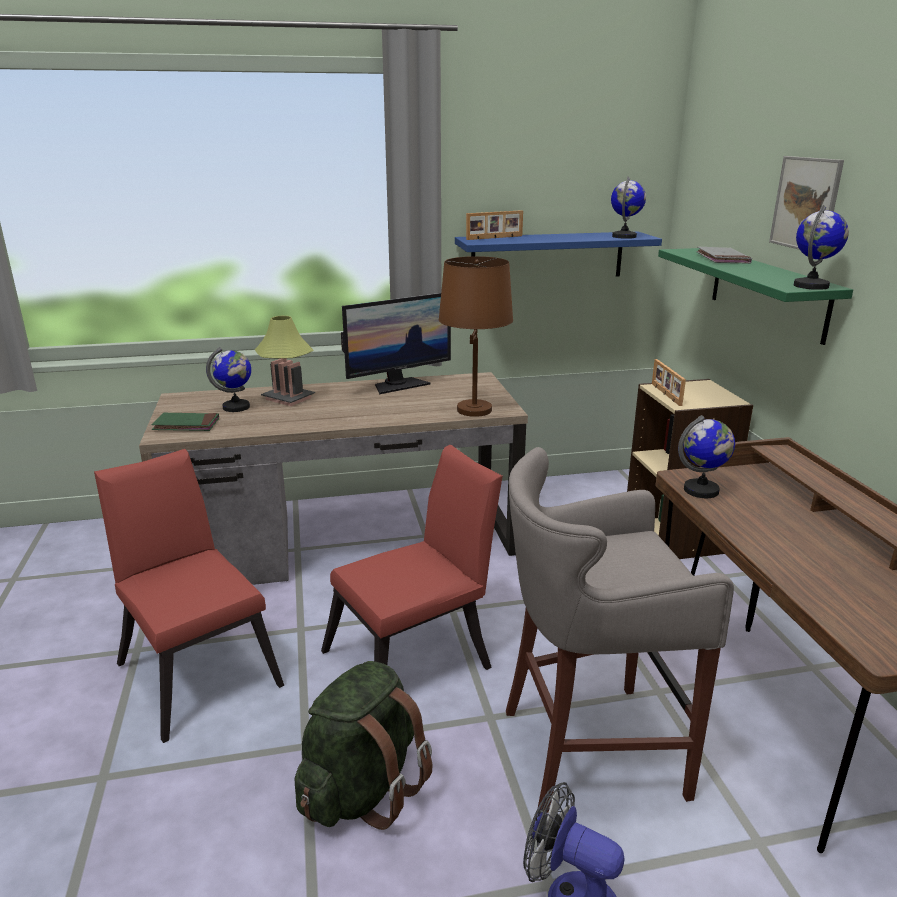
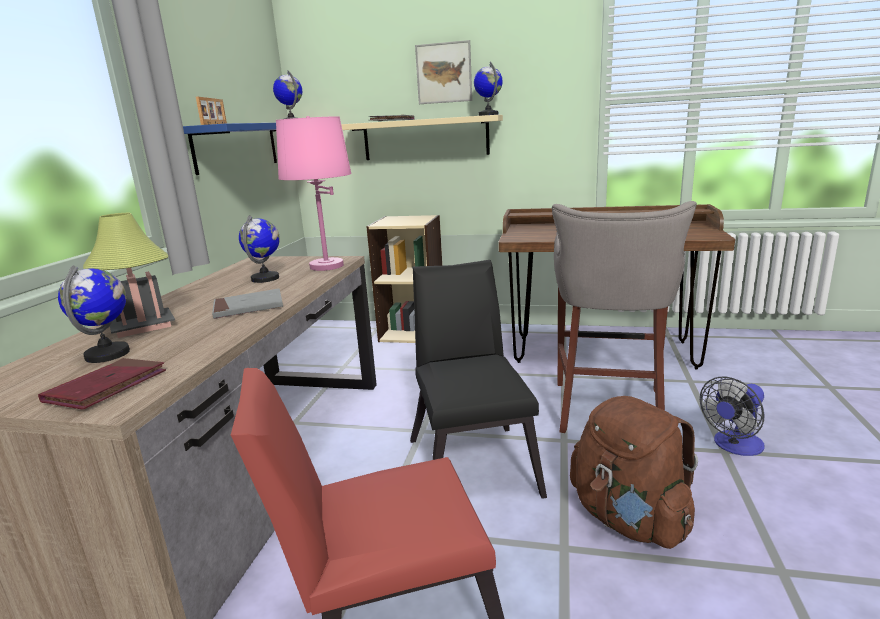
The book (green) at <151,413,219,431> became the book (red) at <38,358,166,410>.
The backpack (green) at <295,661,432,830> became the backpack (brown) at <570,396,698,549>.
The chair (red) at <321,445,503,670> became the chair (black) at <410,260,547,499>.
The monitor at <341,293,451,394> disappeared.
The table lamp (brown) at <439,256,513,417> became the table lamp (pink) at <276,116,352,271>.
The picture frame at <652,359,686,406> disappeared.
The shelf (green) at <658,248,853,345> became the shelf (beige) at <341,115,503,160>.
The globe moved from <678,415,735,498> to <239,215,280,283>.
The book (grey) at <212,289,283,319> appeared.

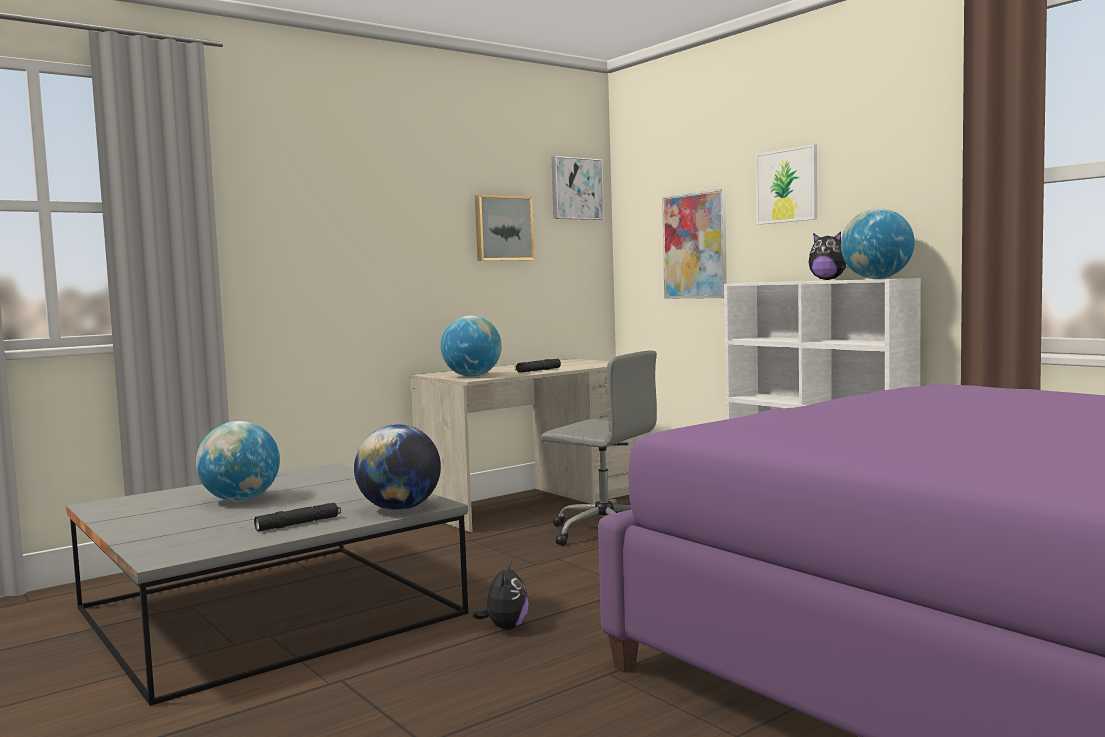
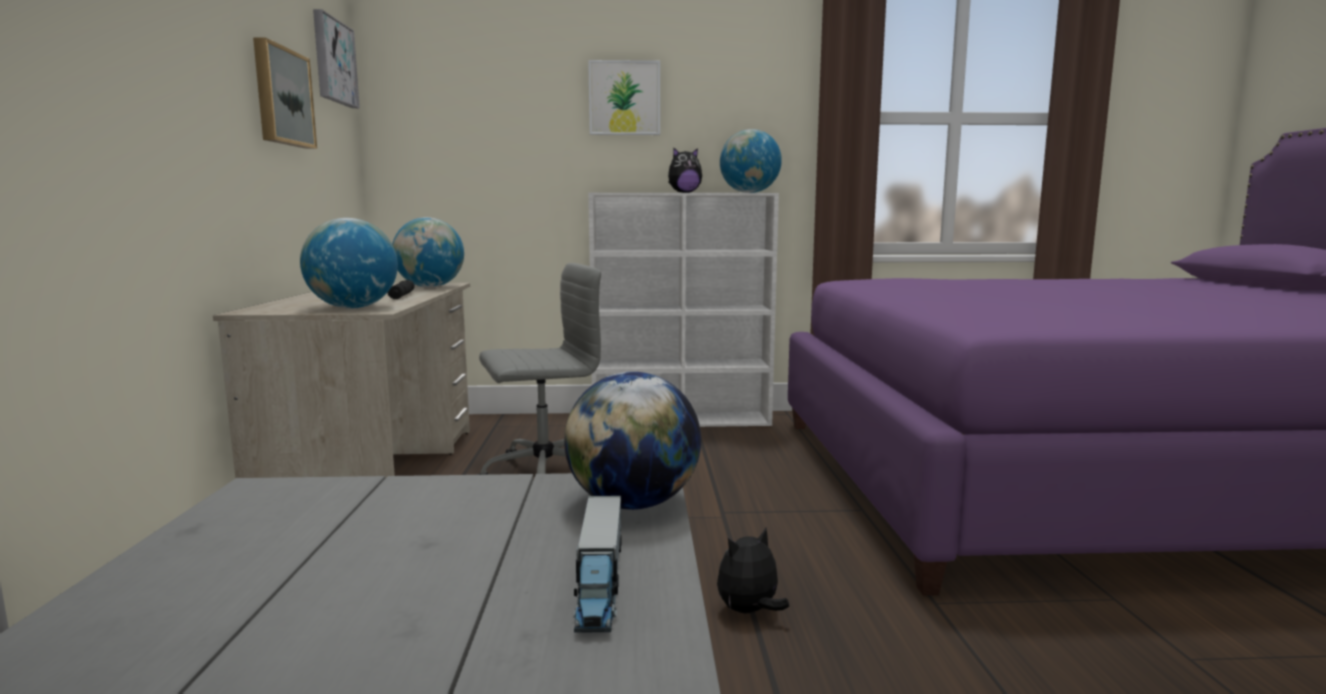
The globe moved from <196,421,280,501> to <392,217,464,287>.
The flashlight (black) at <254,503,341,531> was replaced by the toy truck at <573,496,622,633>.
The plush toy at <472,560,529,630> turned 75 degrees counterclockwise.
The picture at <662,189,727,299> disappeared.

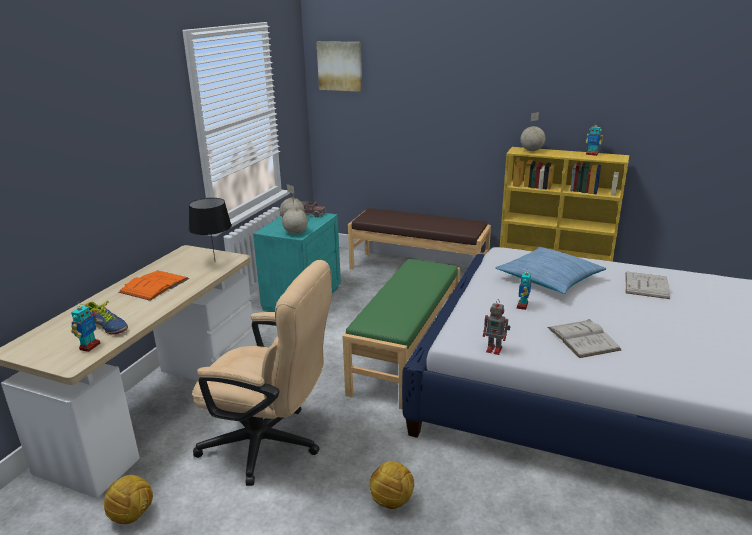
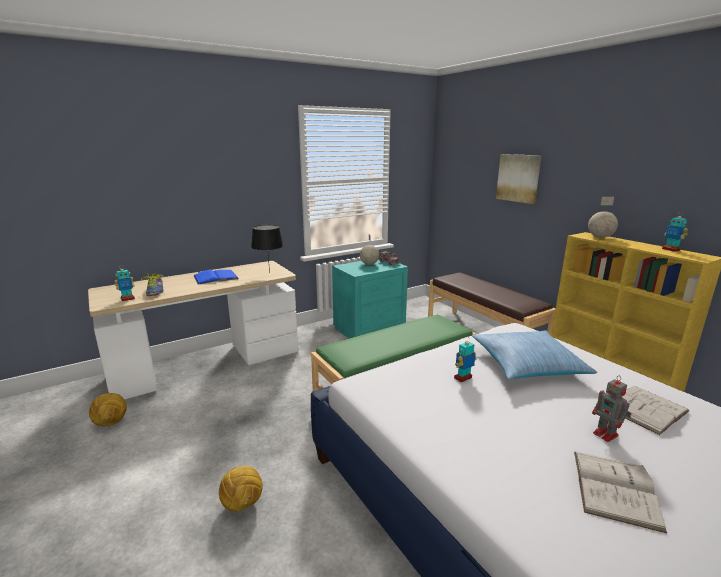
The book (orange) at <118,271,189,301> became the book (blue) at <194,270,239,285>.
The office chair (beige) at <192,260,332,486> disappeared.
The globe at <282,196,308,234> disappeared.
The picture moved from <317,41,362,92> to <496,154,542,204>.
The toy robot moved from <483,299,510,355> to <592,375,631,442>.
The book (white) moved from <547,319,621,358> to <574,452,667,533>.

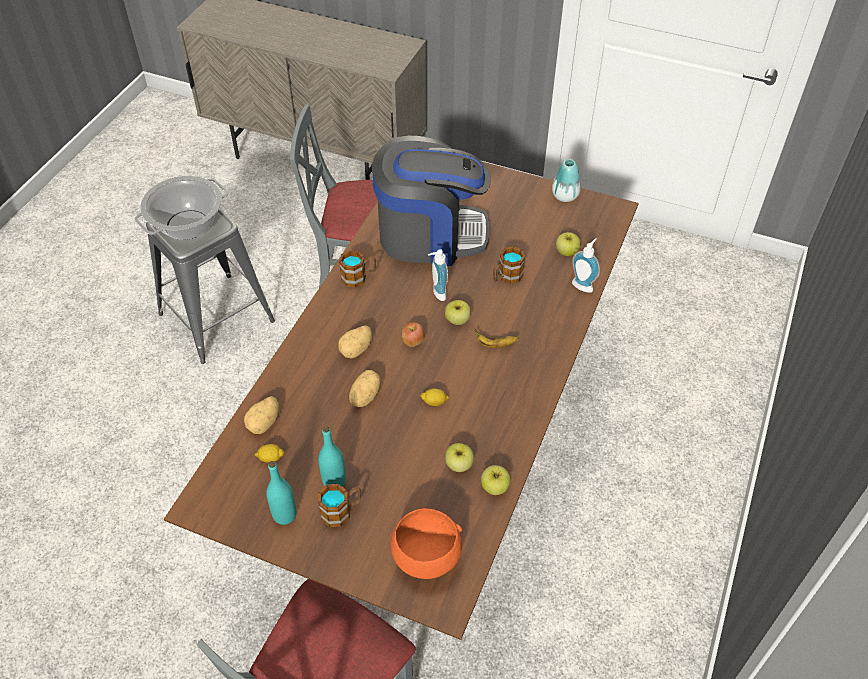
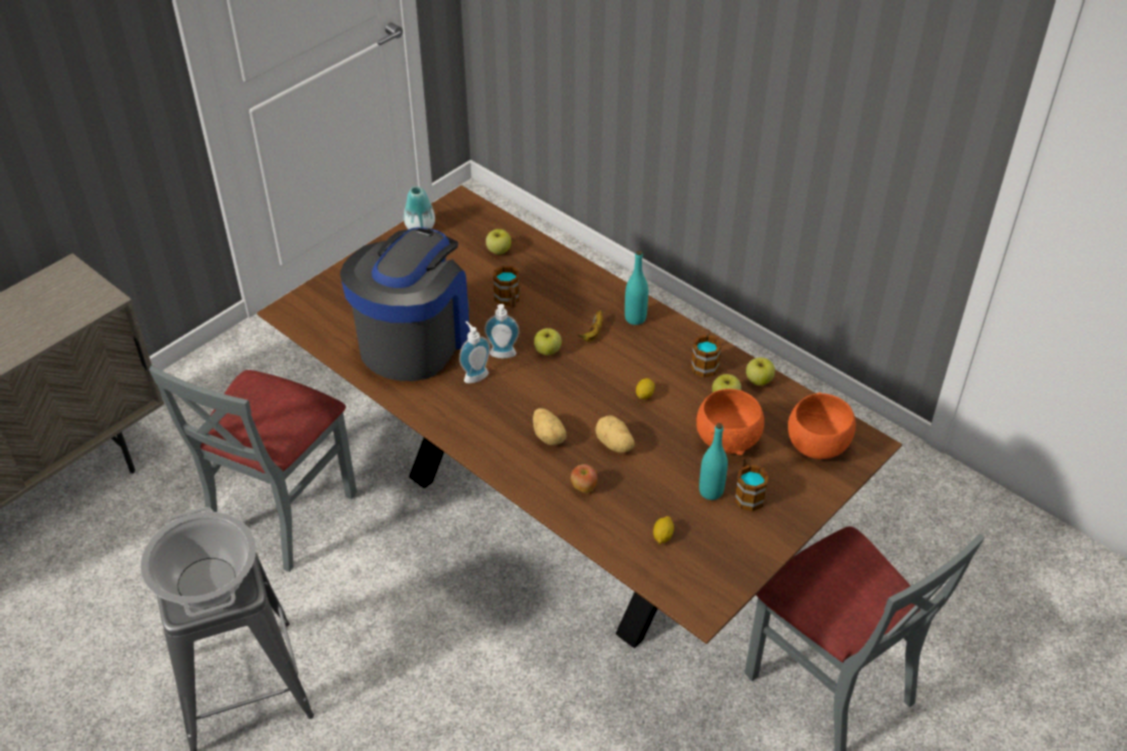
The potato at <244,396,279,434> disappeared.
The bottle (turquoise) moved from <266,461,296,525> to <625,250,648,325>.
The mug moved from <339,250,376,288> to <690,329,722,378>.
The apple moved from <402,322,424,347> to <571,464,598,493>.
The soap dispenser moved from <572,238,600,293> to <459,321,490,383>.
The bowl (orange) at <696,389,764,455> appeared.

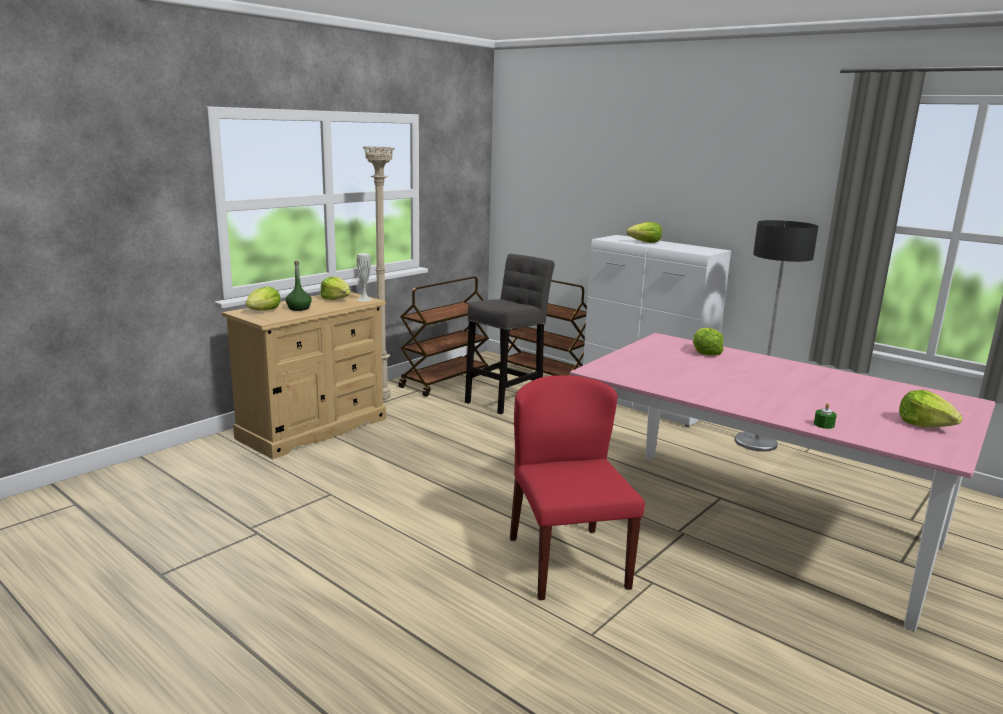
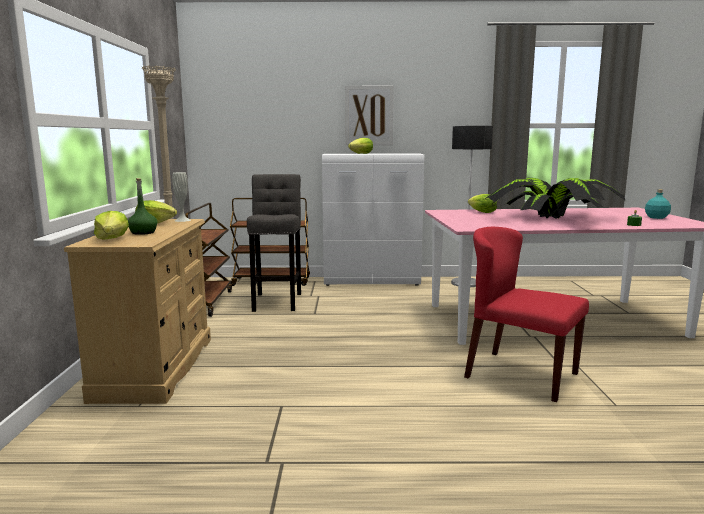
The lettuce at <899,390,963,427> was replaced by the bottle (turquoise) at <645,190,671,219>.
The picture at <345,85,394,145> appeared.
The potted plant at <485,178,625,219> appeared.

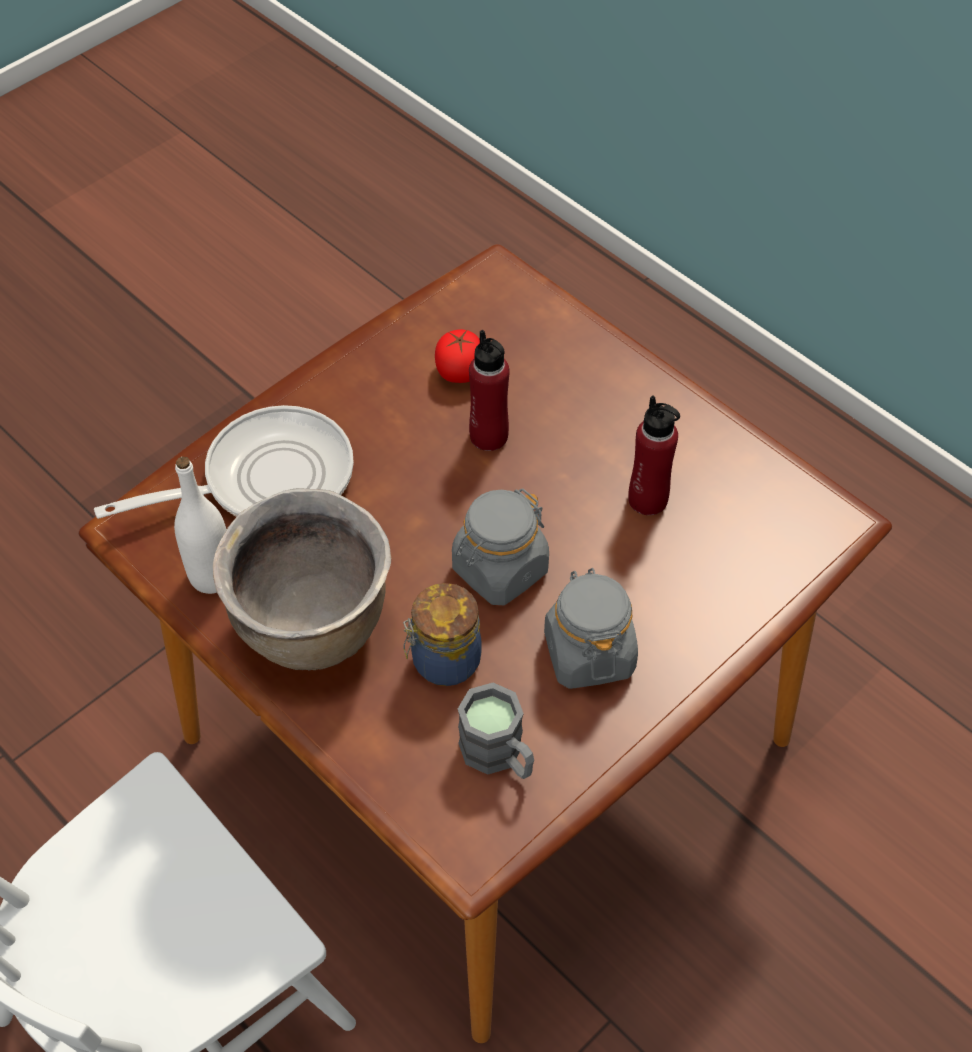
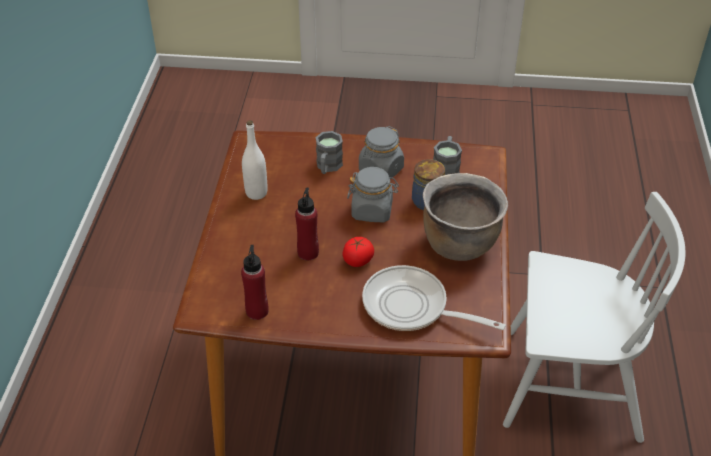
The bottle (white) moved from <174,457,227,594> to <242,121,268,200>.
The tomato moved from <435,329,480,383> to <342,237,374,267>.
The bottle (red) moved from <628,395,680,515> to <241,245,269,320>.
The mug (grey) at <316,131,343,174> appeared.

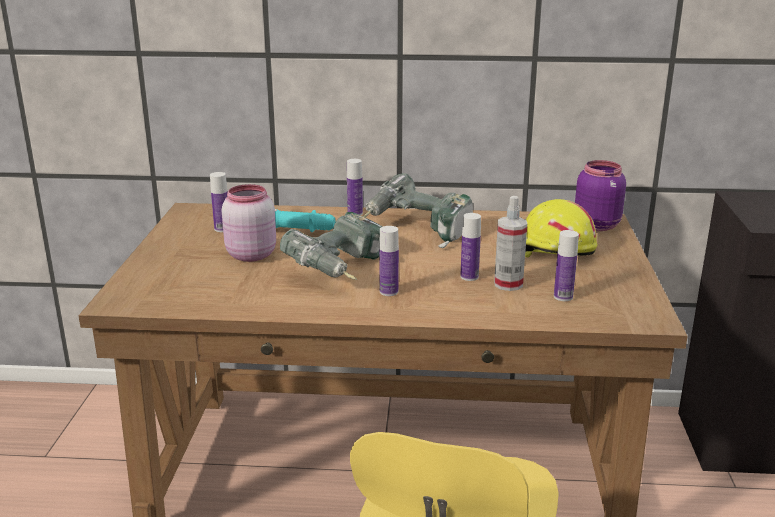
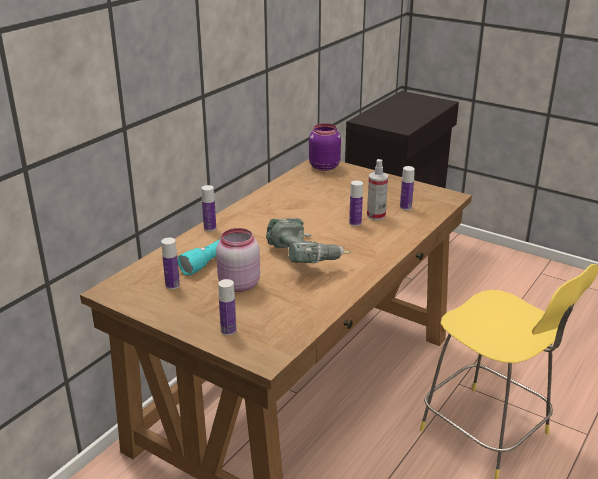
The power drill at <363,173,473,248> disappeared.
The bottle moved from <379,226,399,296> to <218,279,236,335>.
The hard hat (yellow) at <525,199,597,257> disappeared.

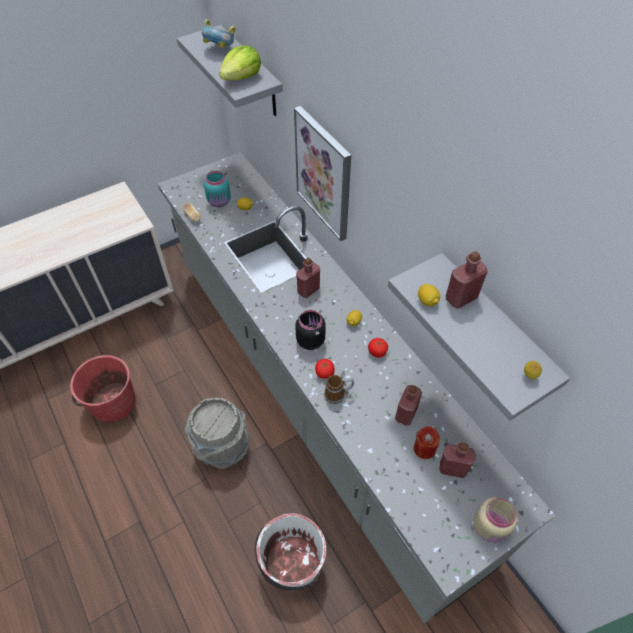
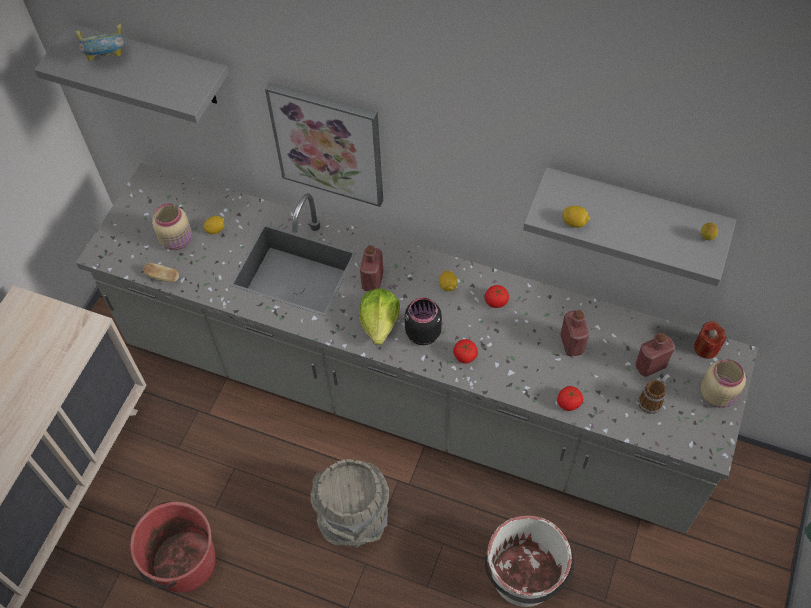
The jar (turquoise) at <204,171,231,207> became the jar (beige) at <152,203,192,250>.
The lettuce moved from <219,45,261,81> to <359,288,400,345>.
The mug moved from <324,375,354,404> to <638,374,670,414>.
The candle (red) moved from <414,426,440,459> to <694,321,726,359>.
The bottle (red) at <446,251,487,309> disappeared.
The tomato at <557,386,583,411> appeared.

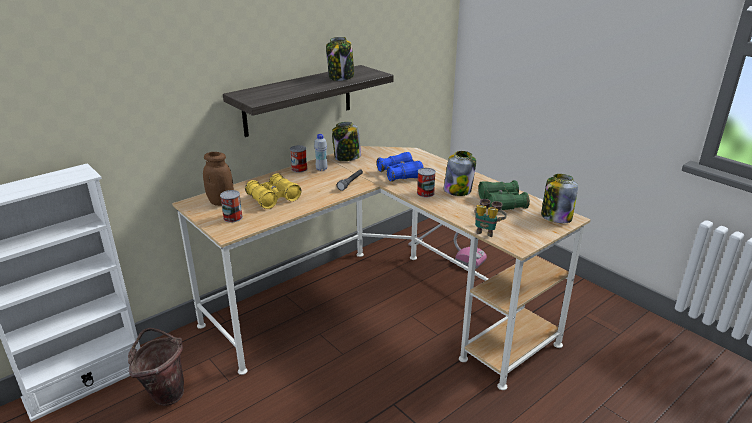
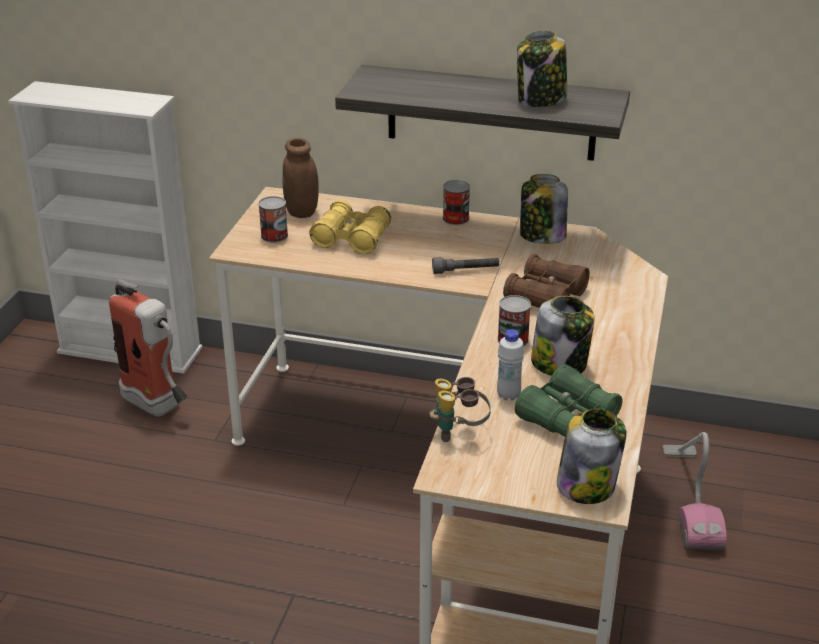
The bucket (brown) at <128,328,184,406> was replaced by the fire extinguisher at <109,279,188,417>.
The bottle (white) moved from <314,134,327,171> to <497,329,524,400>.
The binoculars (blue) at <377,152,424,182> became the binoculars (brown) at <503,254,590,308>.

